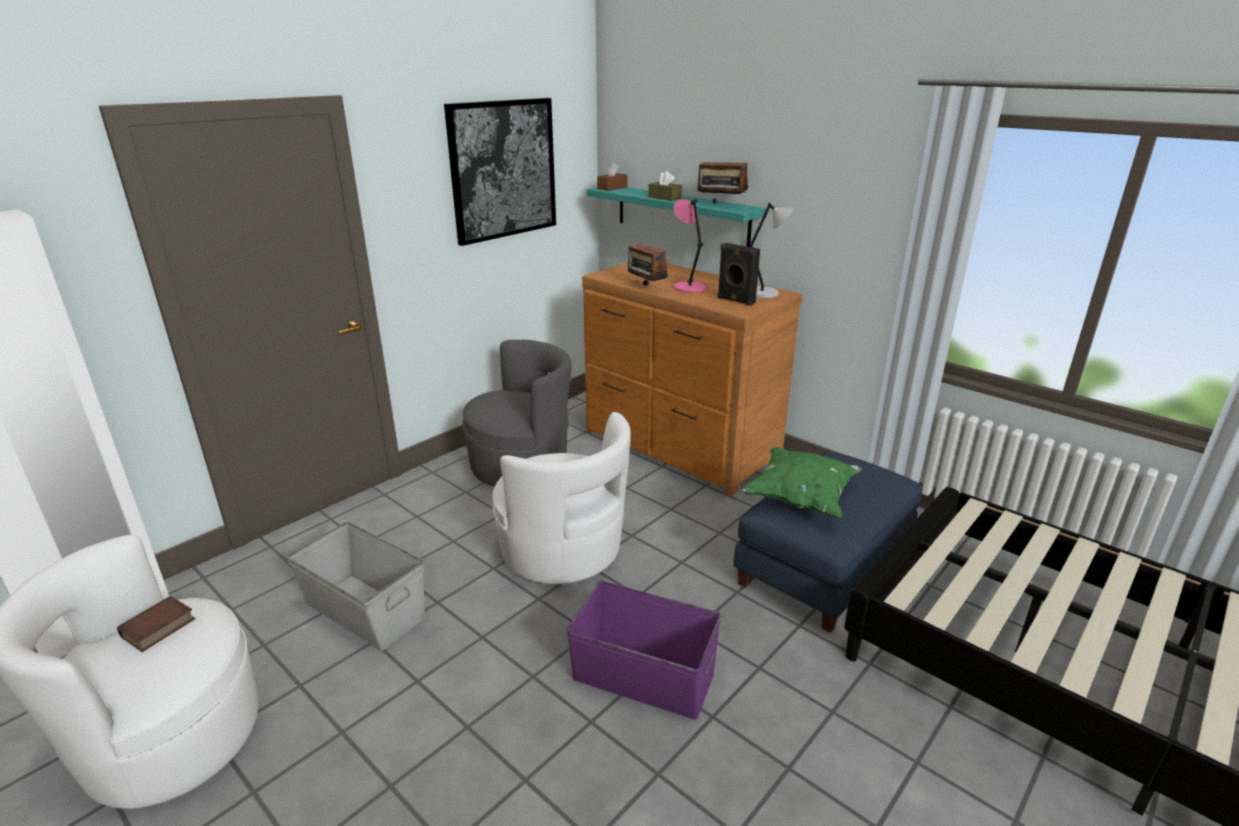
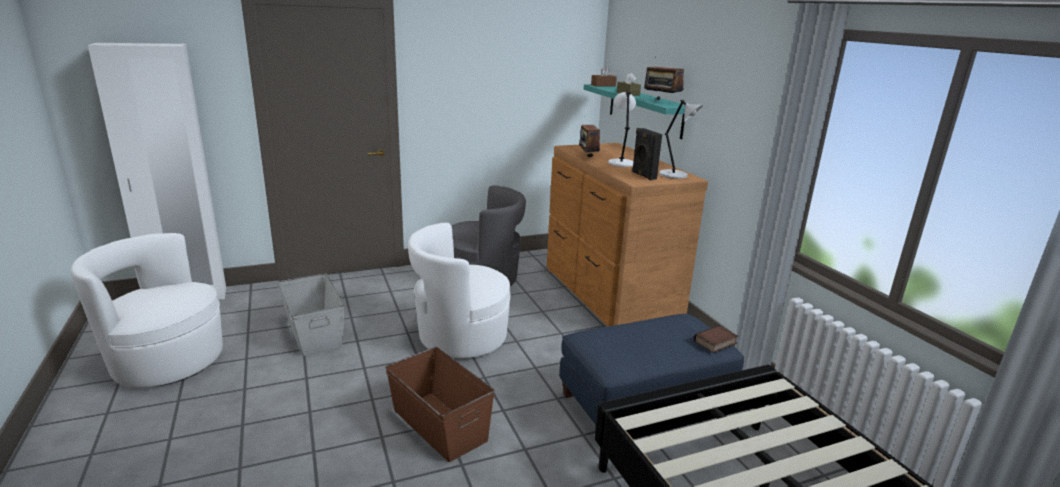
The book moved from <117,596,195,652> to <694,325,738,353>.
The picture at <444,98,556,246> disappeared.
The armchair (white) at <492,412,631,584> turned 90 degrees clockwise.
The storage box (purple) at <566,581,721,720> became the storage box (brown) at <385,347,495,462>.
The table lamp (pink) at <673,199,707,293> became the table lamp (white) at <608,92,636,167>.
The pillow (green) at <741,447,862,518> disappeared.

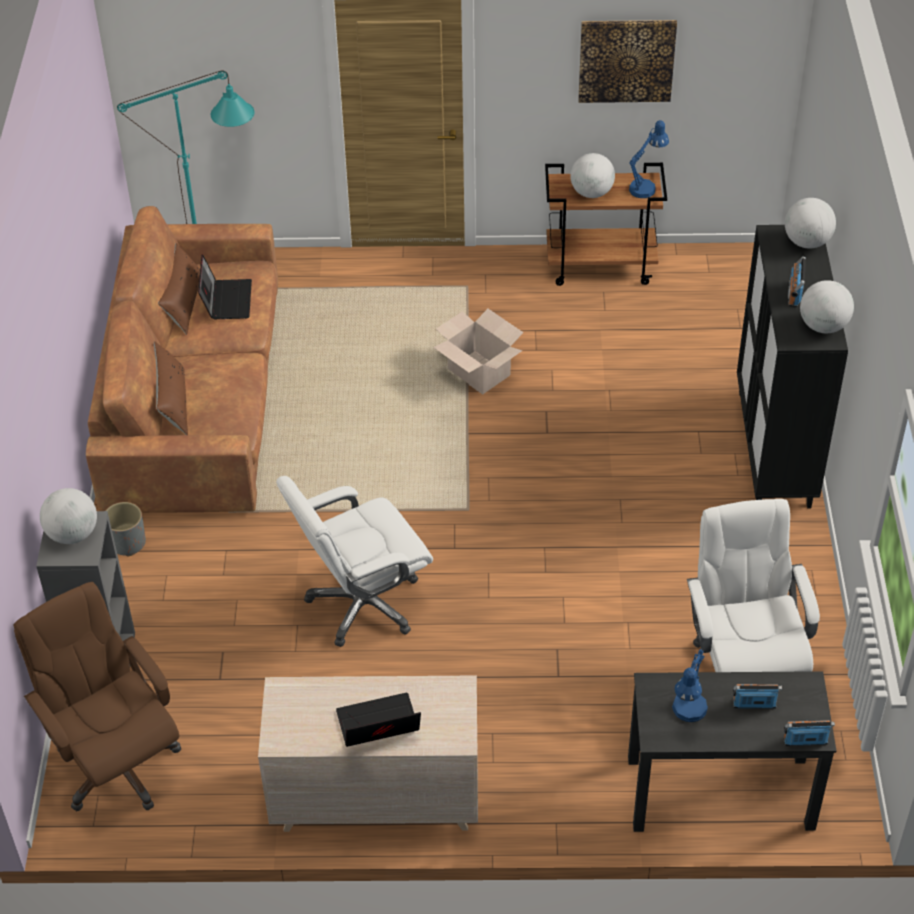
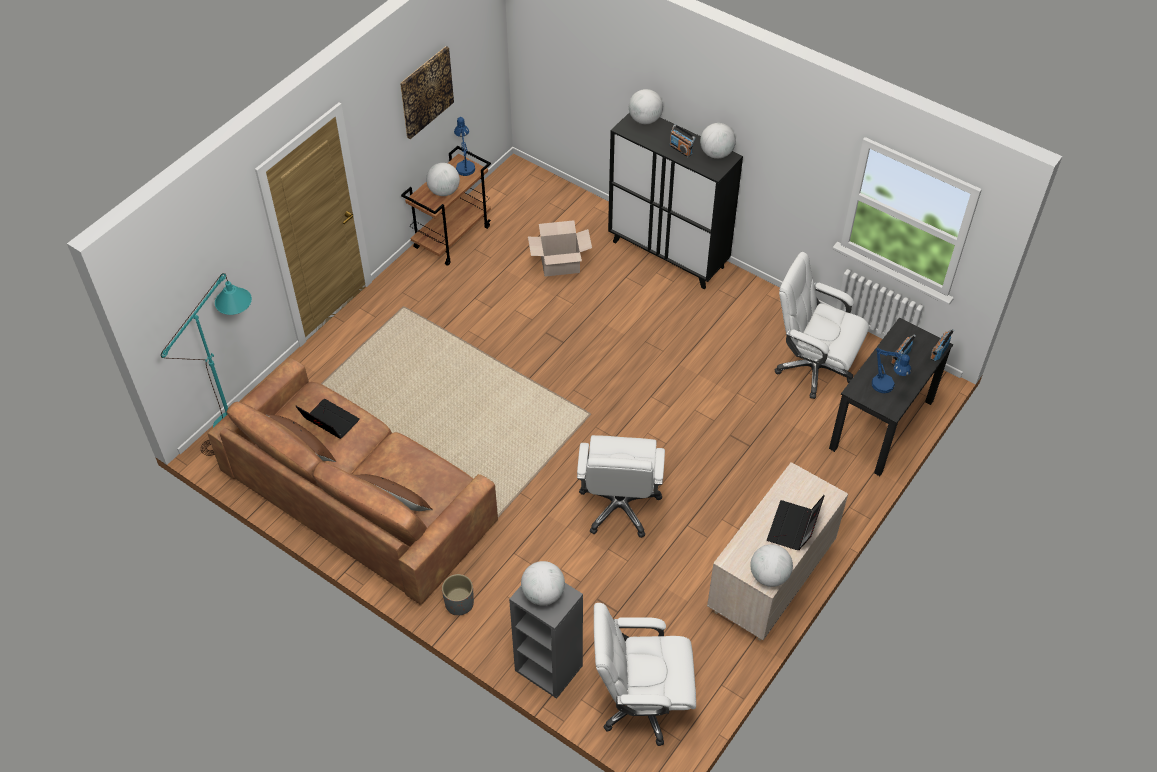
The office chair (brown) at <13,582,181,811> became the office chair (white) at <594,603,696,746>.
The cardboard box moved from <433,309,524,395> to <528,220,592,277>.
The globe at <750,544,793,587> appeared.

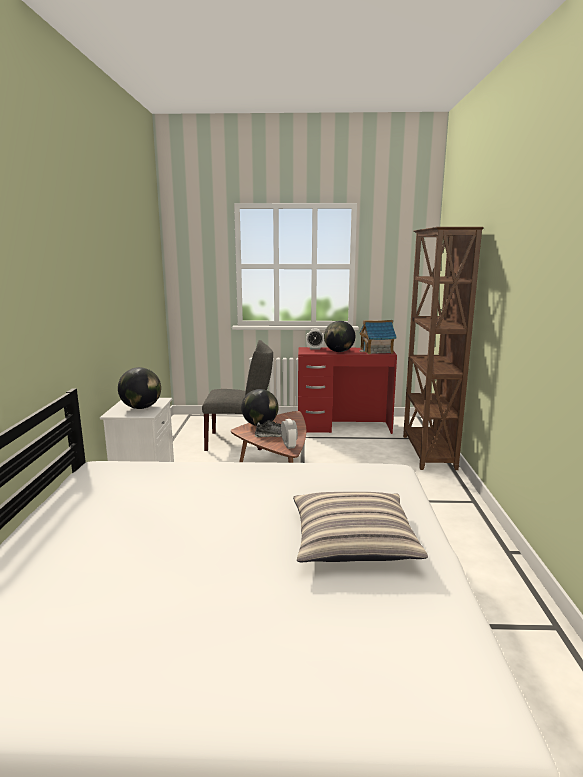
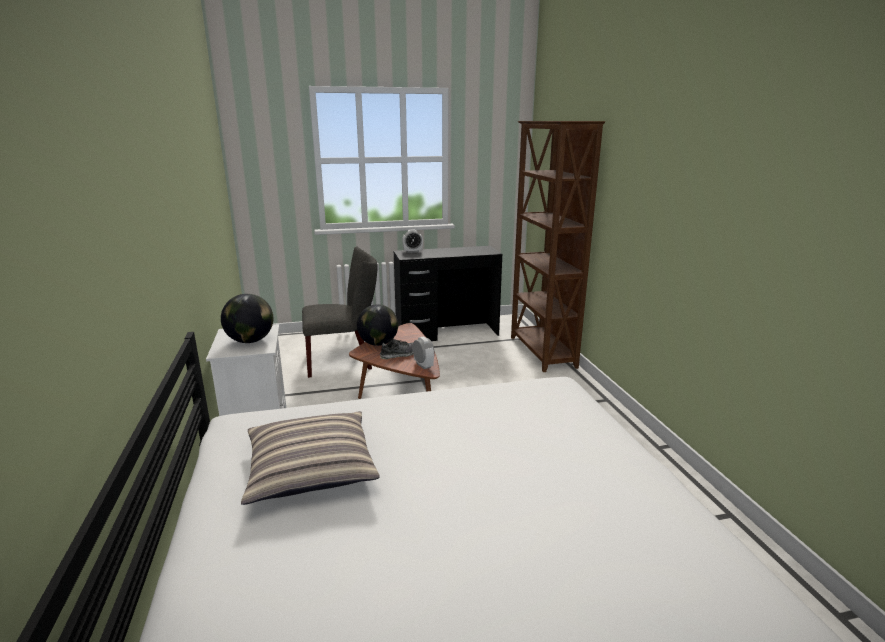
The pillow moved from <293,492,428,562> to <241,411,380,505>.
The desk (red) at <298,347,397,434> became the desk (black) at <394,246,502,341>.
The globe at <324,321,355,352> disappeared.
The toy house at <359,320,397,354> disappeared.

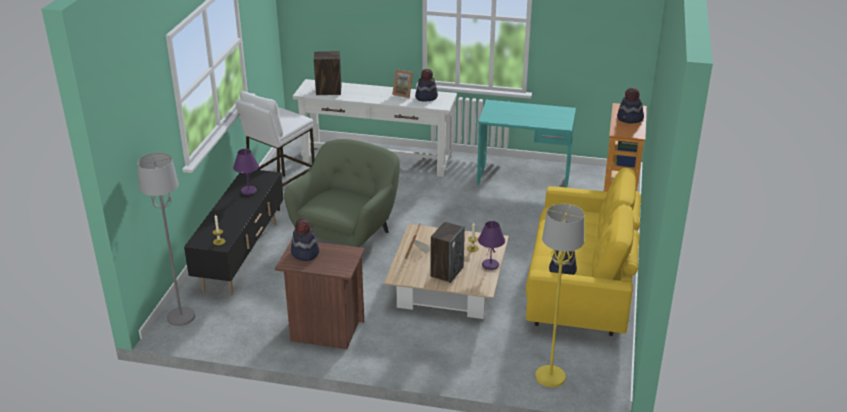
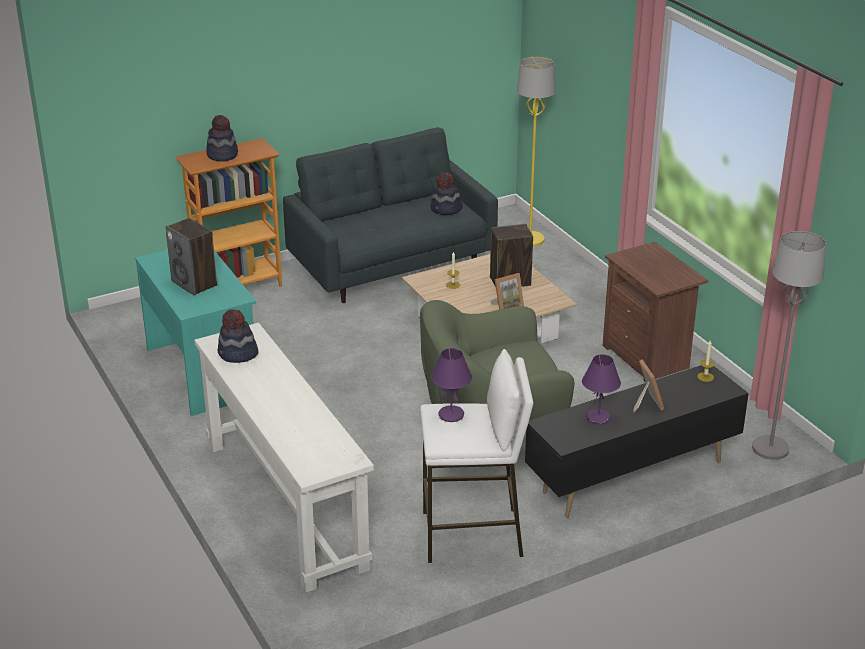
The hat at <291,218,319,261> disappeared.
The speaker moved from <314,51,342,95> to <165,218,217,295>.
The picture frame moved from <392,69,413,98> to <633,360,664,412>.
The table lamp (purple) moved from <478,221,505,270> to <431,348,472,422>.
The sofa (yellow) at <526,167,641,336> became the sofa (grey) at <283,127,498,303>.

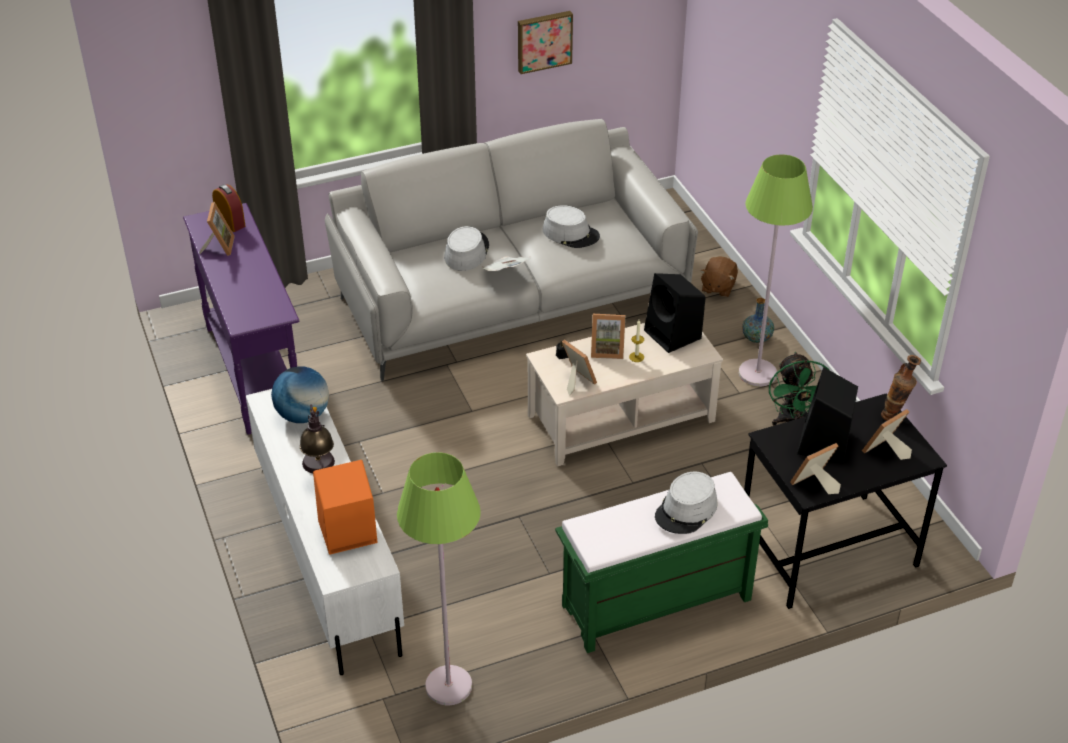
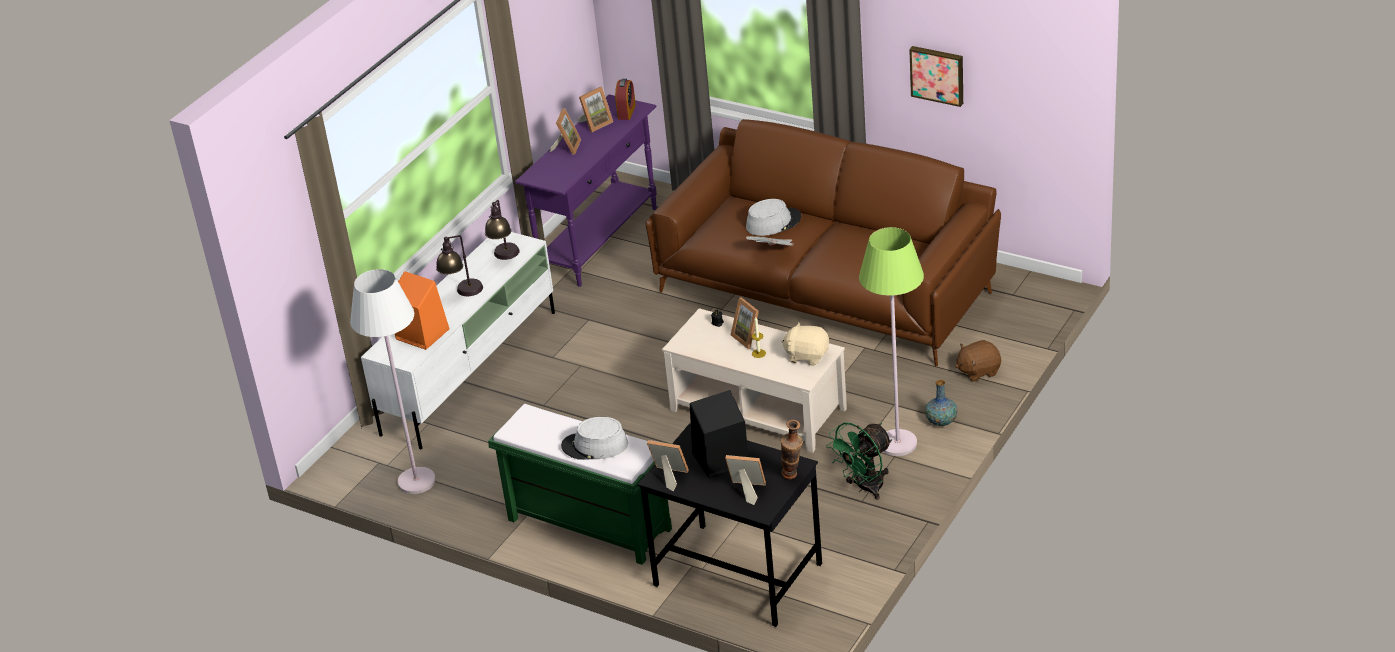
The globe at <271,366,329,423> was replaced by the table lamp at <485,200,520,260>.
The sofa (grey) at <325,119,698,381> became the sofa (brown) at <646,119,1001,366>.
The floor lamp (green) at <397,452,481,705> became the floor lamp (white) at <350,269,436,494>.
The hat (grey) at <543,205,600,248> disappeared.
The picture frame moved from <562,339,597,396> to <550,108,581,155>.
The speaker (black) at <644,273,706,353> was replaced by the plush toy (beige) at <781,322,829,366>.

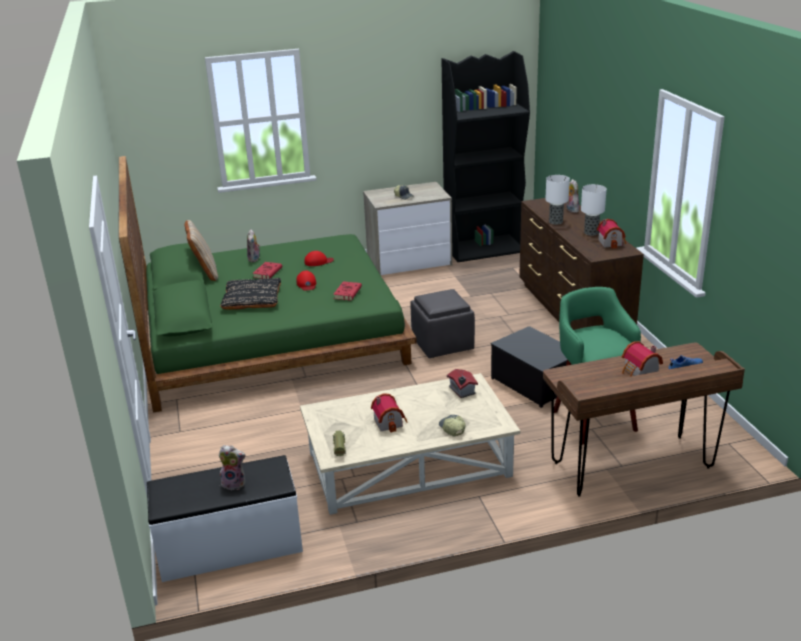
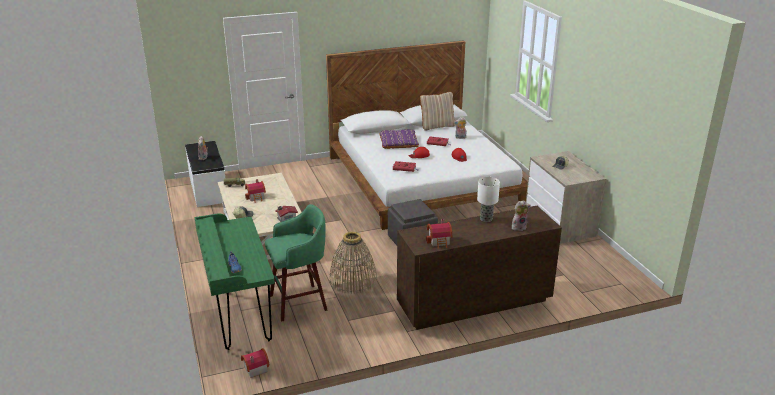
The bed (green) at <119,156,417,413> became the bed (white) at <326,40,528,230>.
The pillow (black) at <220,278,281,310> became the pillow (purple) at <379,129,419,149>.
The bookcase (black) at <441,51,530,262> disappeared.
The storage box at <491,326,568,408> was replaced by the basket at <329,232,377,294>.
The desk (brown) at <543,343,745,497> became the desk (green) at <195,214,275,350>.
The table lamp at <581,184,607,236> disappeared.
The toy house moved from <622,341,663,377> to <241,348,269,378>.

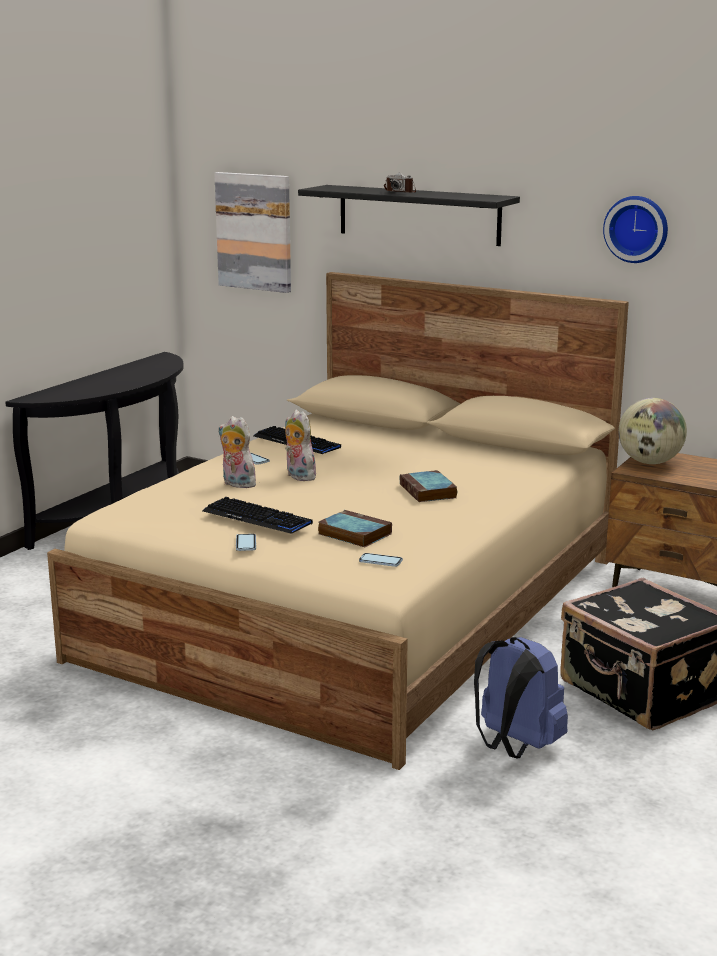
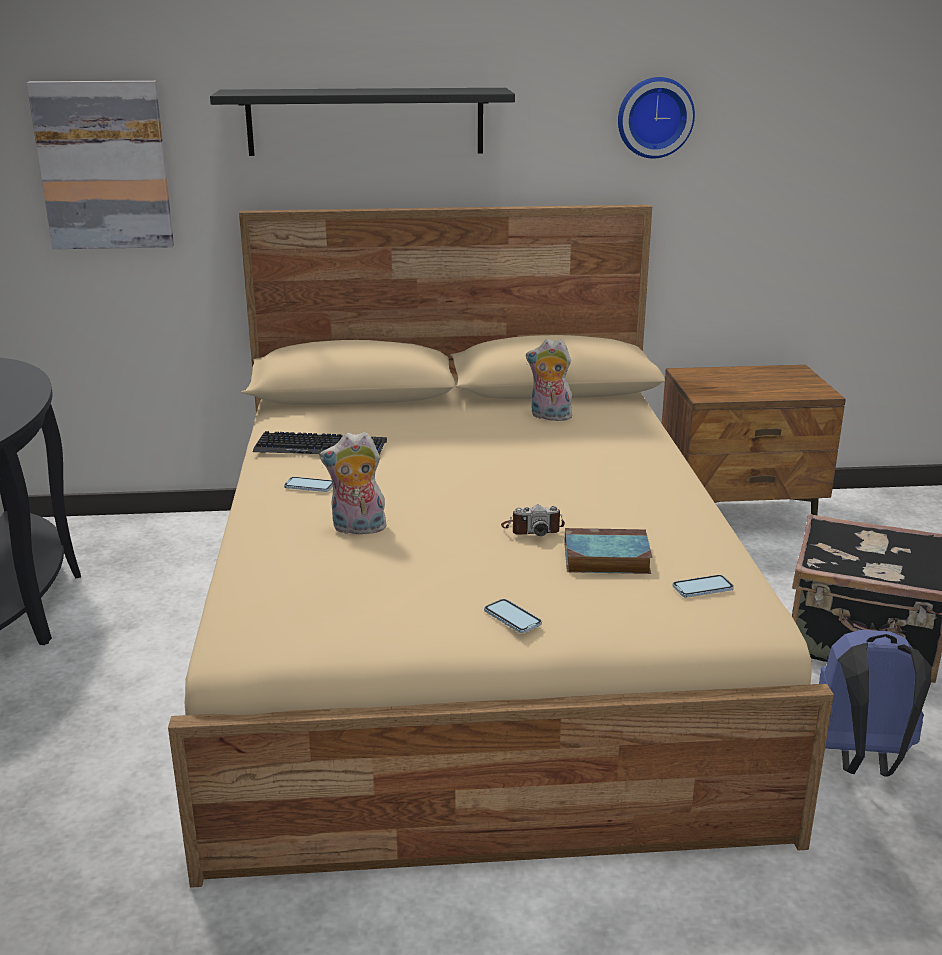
The keyboard at <203,497,313,534> disappeared.
The plush toy moved from <285,410,316,481> to <526,339,575,421>.
The photo camera moved from <384,173,417,192> to <501,504,565,536>.
The book at <400,470,457,502> disappeared.
The globe at <618,398,687,464> disappeared.

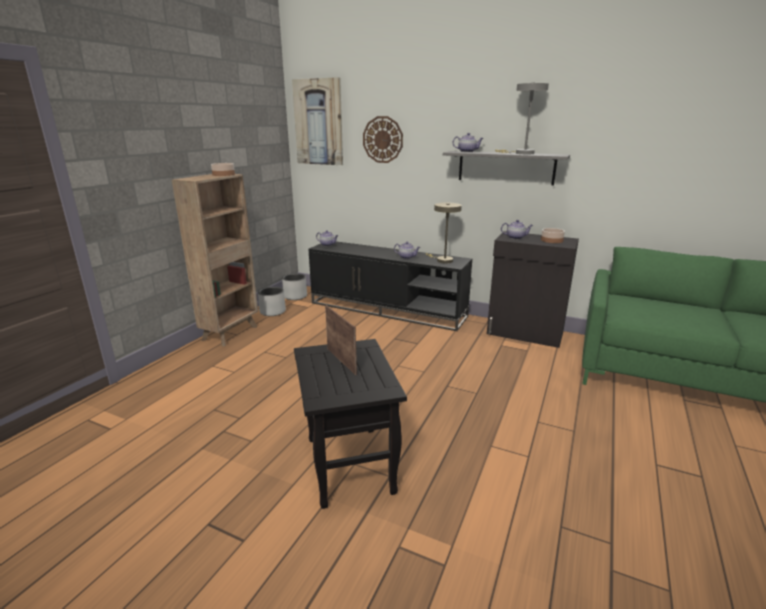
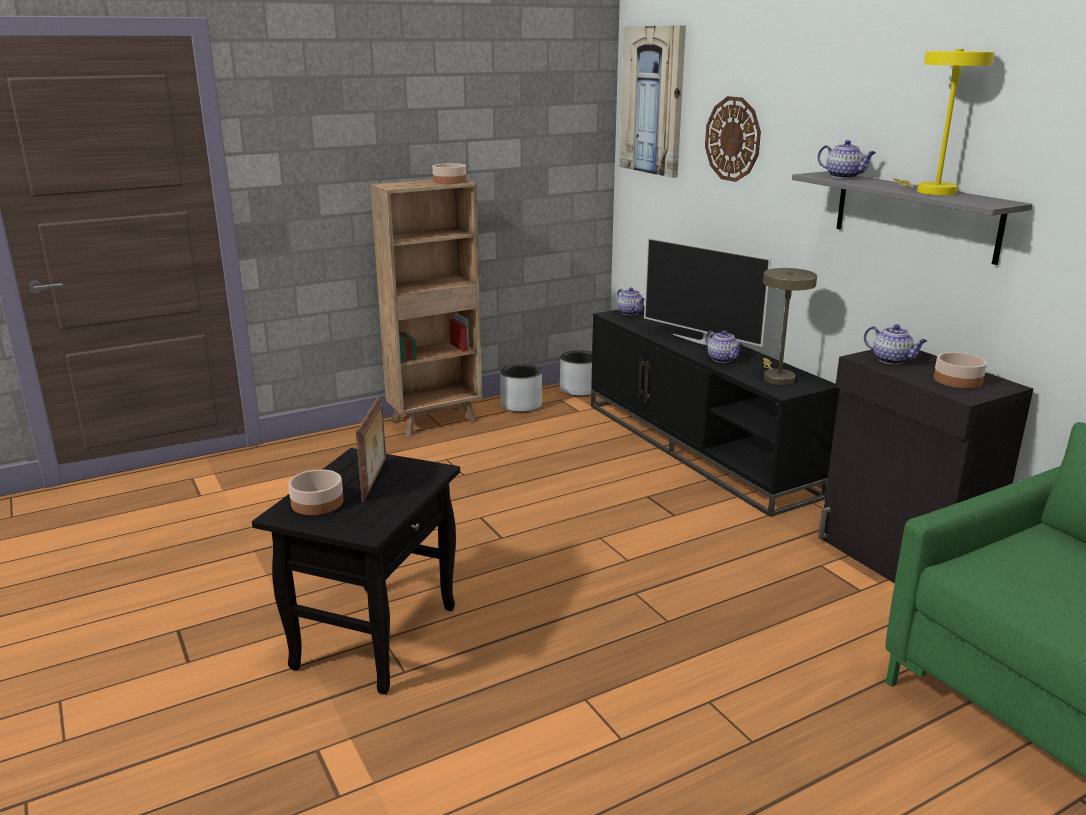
The table lamp (grey) at <495,83,549,154> became the table lamp (yellow) at <893,49,995,195>.
The bowl at <288,469,344,515> appeared.
The television at <644,237,771,347> appeared.

